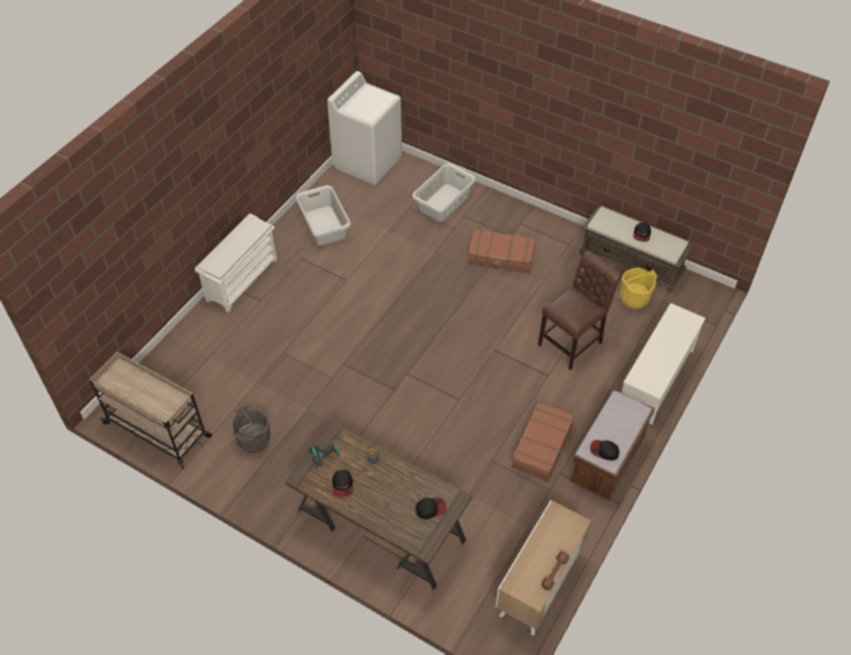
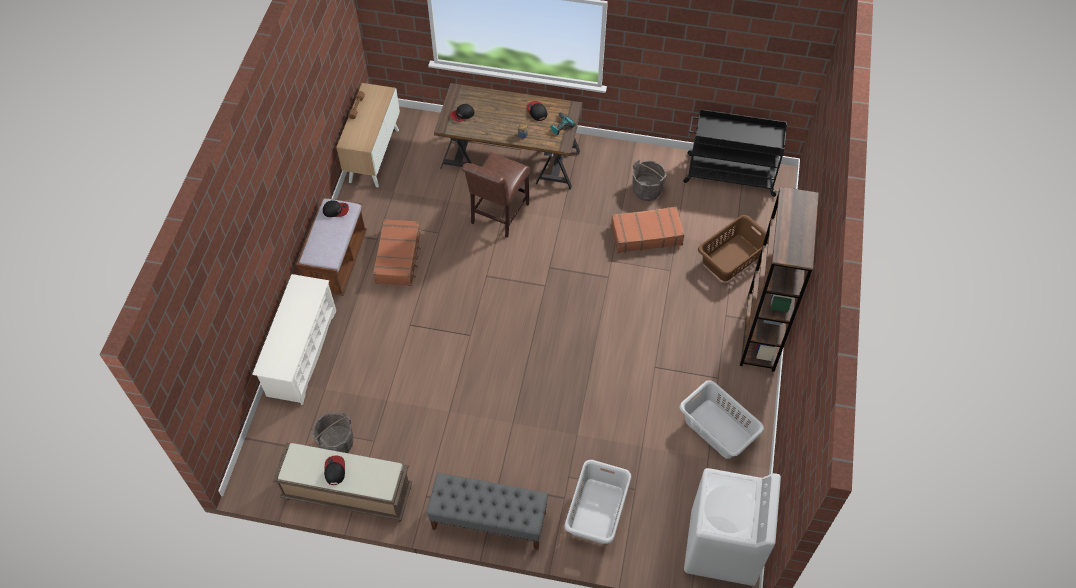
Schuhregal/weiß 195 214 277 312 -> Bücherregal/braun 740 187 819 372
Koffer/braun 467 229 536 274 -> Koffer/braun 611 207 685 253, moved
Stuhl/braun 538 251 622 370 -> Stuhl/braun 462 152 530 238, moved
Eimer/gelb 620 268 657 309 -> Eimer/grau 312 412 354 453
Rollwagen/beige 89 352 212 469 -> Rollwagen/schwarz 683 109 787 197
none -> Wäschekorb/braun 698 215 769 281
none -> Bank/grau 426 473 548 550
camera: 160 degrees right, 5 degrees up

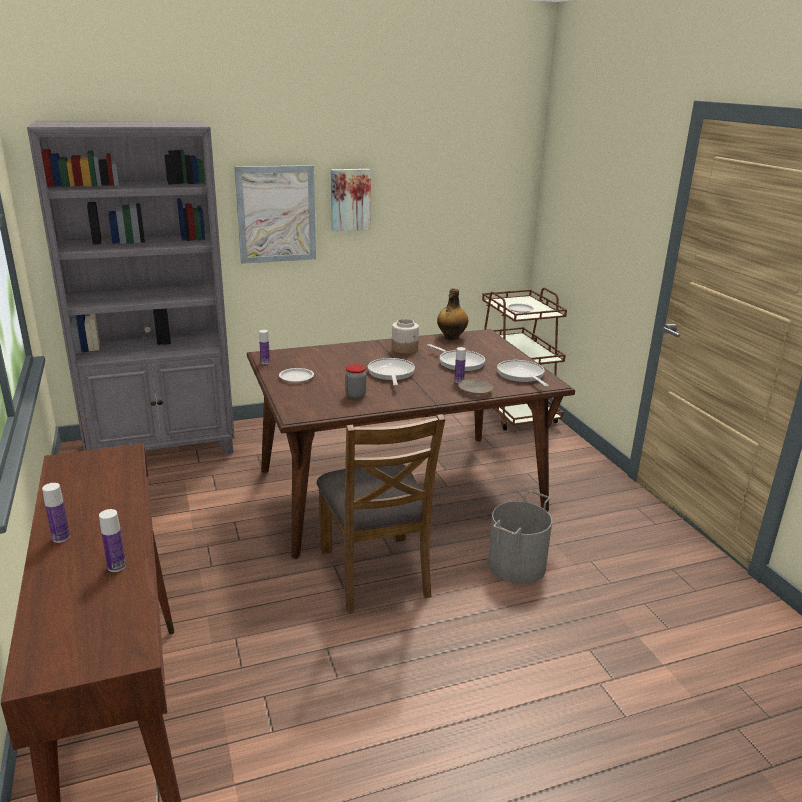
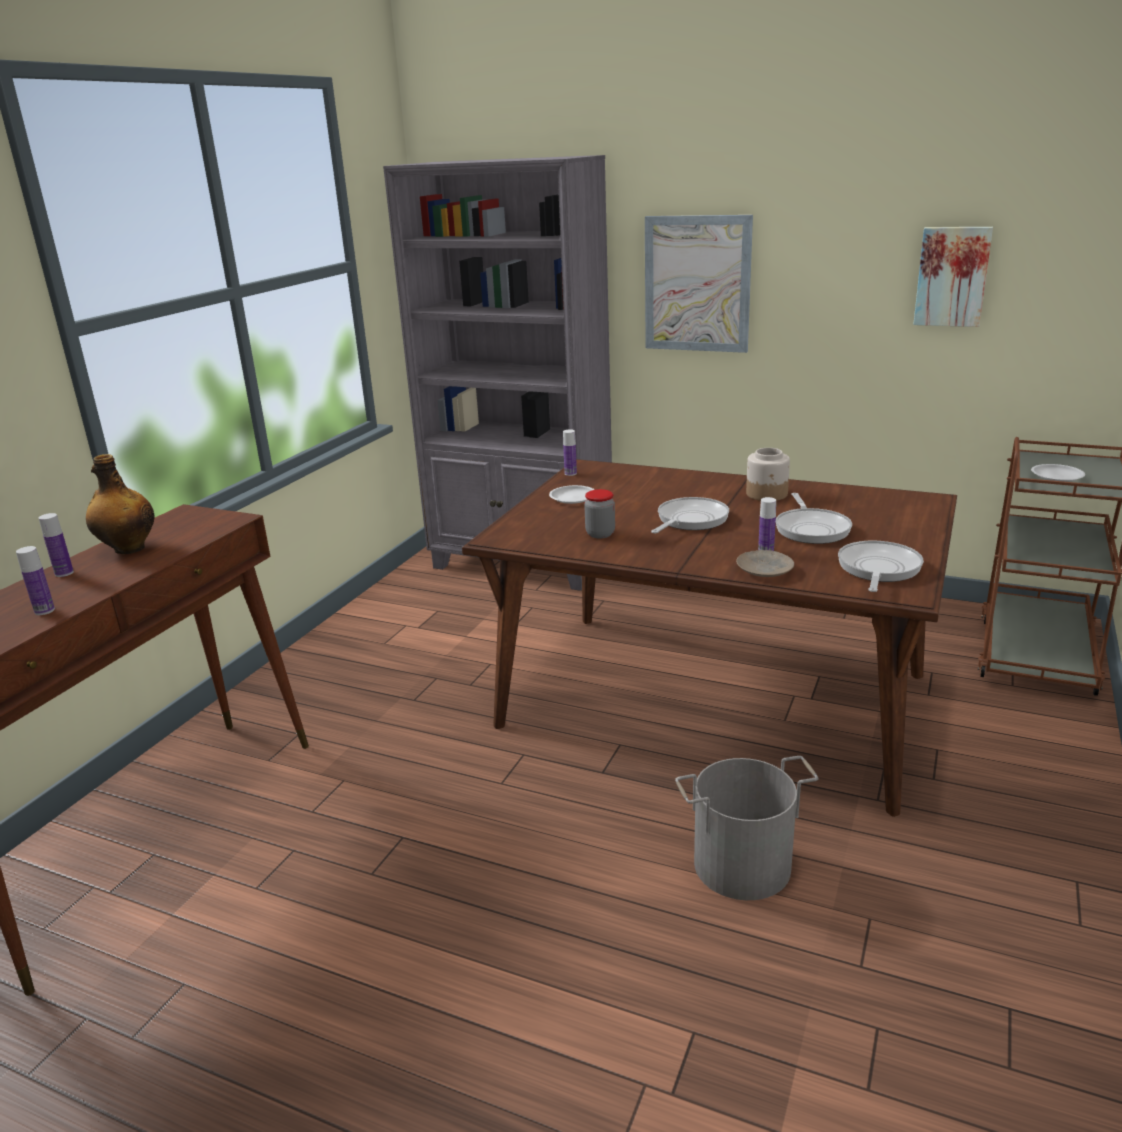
Bild 331 169 371 232 -> Bild 913 227 993 327, moved
Flasche 437 289 468 340 -> Flasche 86 454 154 554, moved
Stuhl/braun 317 414 445 613 -> none
camera: 45 degrees right, 0 degrees up

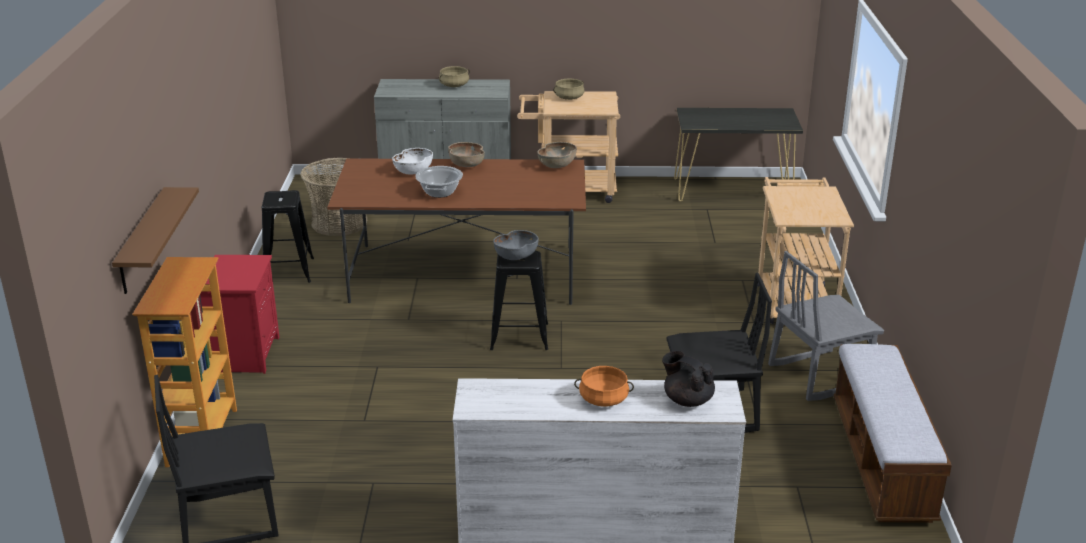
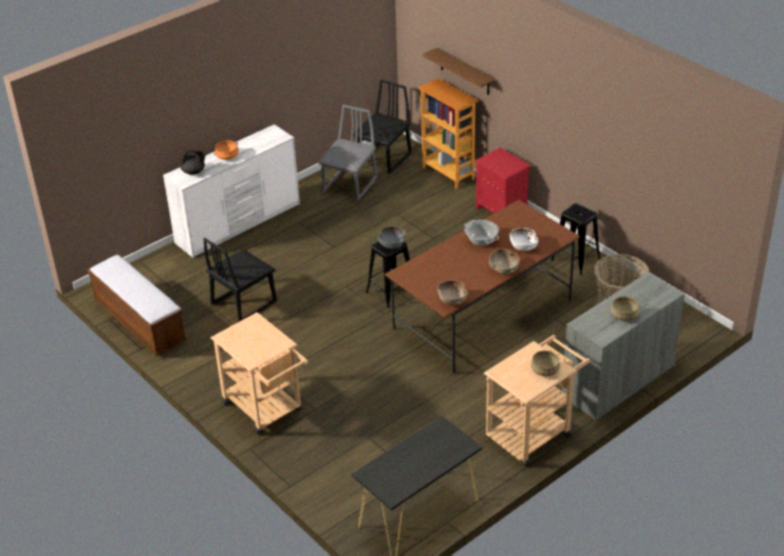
Stuhl/grau 768 251 884 401 -> Stuhl/grau 318 105 378 201, moved
camera: 140 degrees right, 10 degrees up

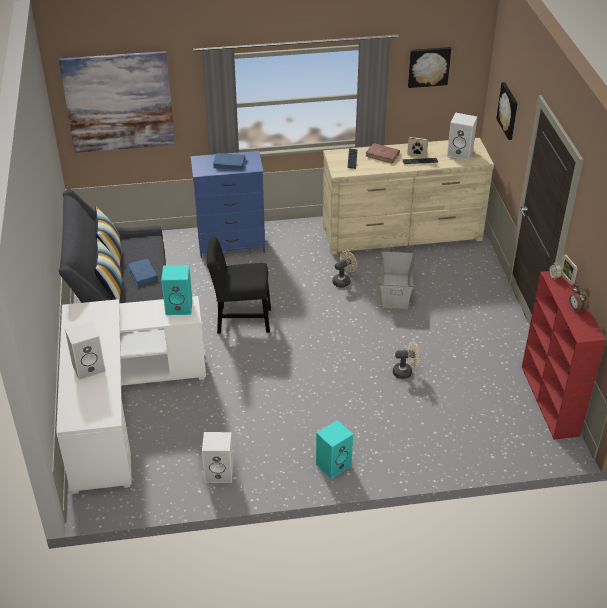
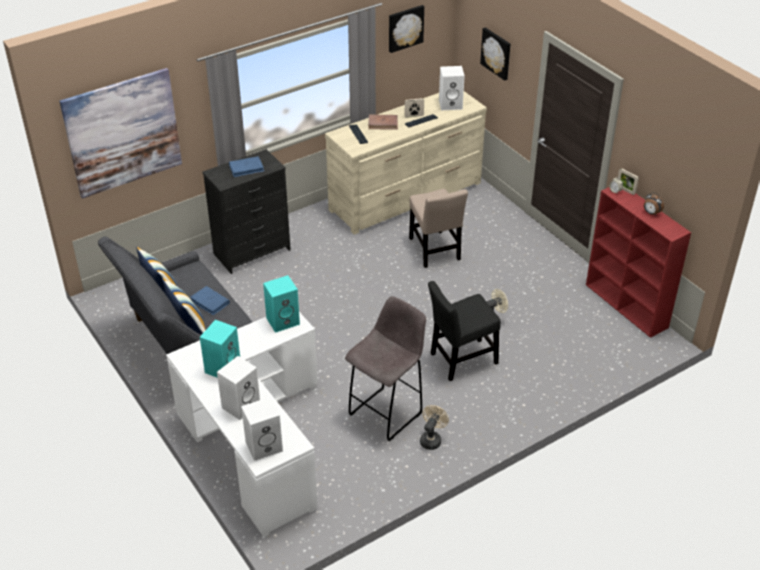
Kommode/blau 191 151 265 258 -> Kommode/schwarz 202 149 291 274
Stuhl/schwarz 207 236 271 333 -> Stuhl/schwarz 428 281 501 381, moved
Ventilator/beige 333 250 357 288 -> Ventilator/beige 420 405 449 450, moved
Aufbewahrungsbox/grau 379 251 414 309 -> Stuhl/beige 409 189 468 268
Lautsprecher/türkis 316 420 353 479 -> Lautsprecher/türkis 200 320 240 378, moved
Lautsprecher/weiß 202 432 234 483 -> Lautsprecher/weiß 241 397 283 461, moved
none -> Hocker/grau 345 296 426 442
camera: 25 degrees left, 0 degrees up

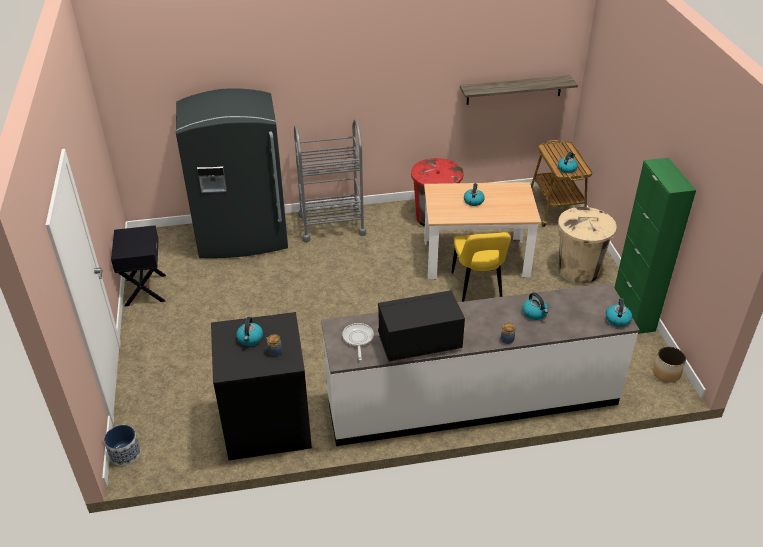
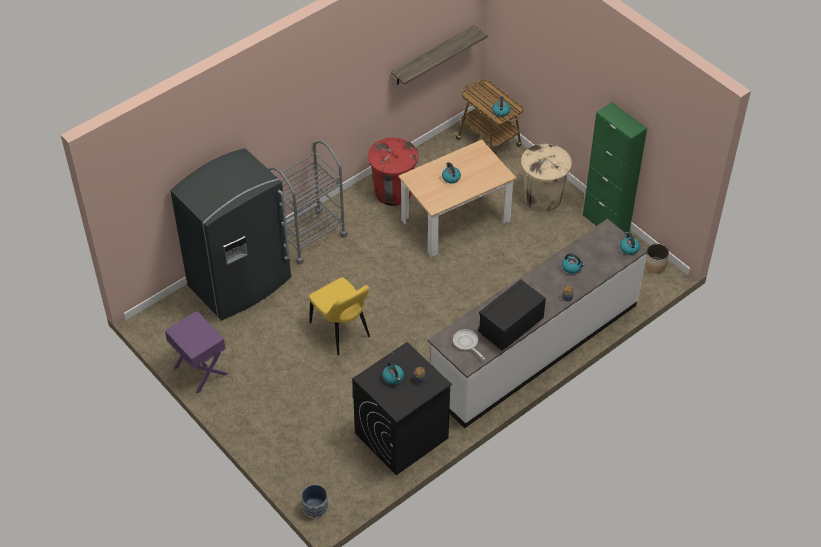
Nachttisch/schwarz 111 225 166 307 -> Nachttisch/lila 165 311 228 393
Stuhl/gelb 452 232 511 302 -> Stuhl/gelb 309 277 370 355, moved
camera: 30 degrees left, 10 degrees up

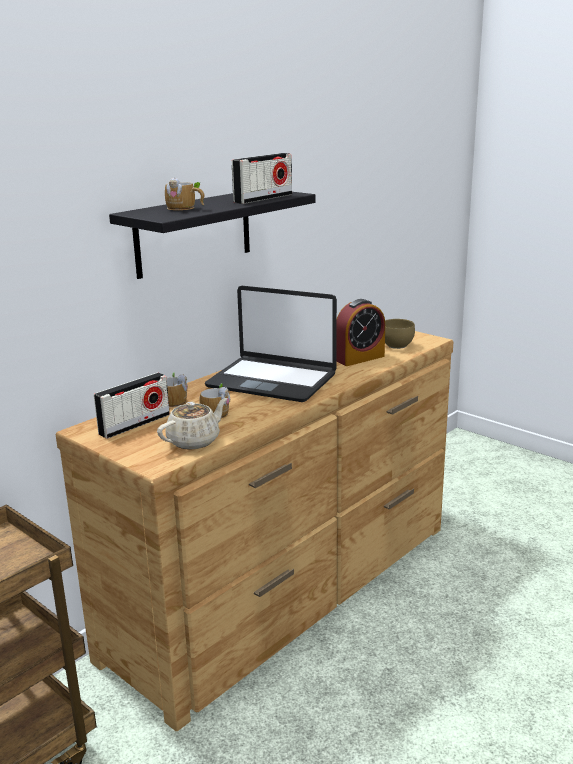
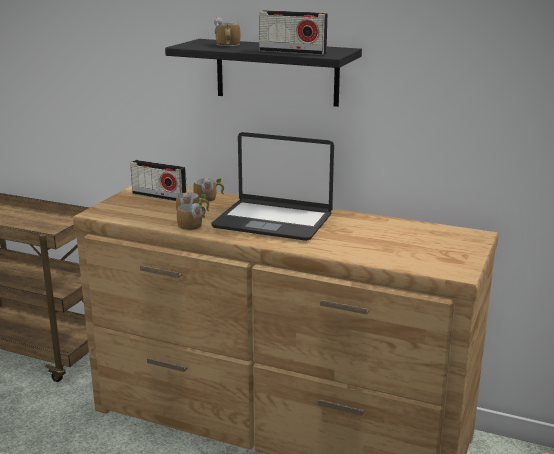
Laptop 205 286 337 402 -> Laptop 211 132 334 241, 75 degrees counterclockwise
Wecker 336 299 385 366 -> none
Schüssel/braun 385 319 415 349 -> none
Teekanne/beige 157 398 227 450 -> none
none -> Henkelbecher 177 201 206 230
camera: 70 degrees right, 0 degrees up

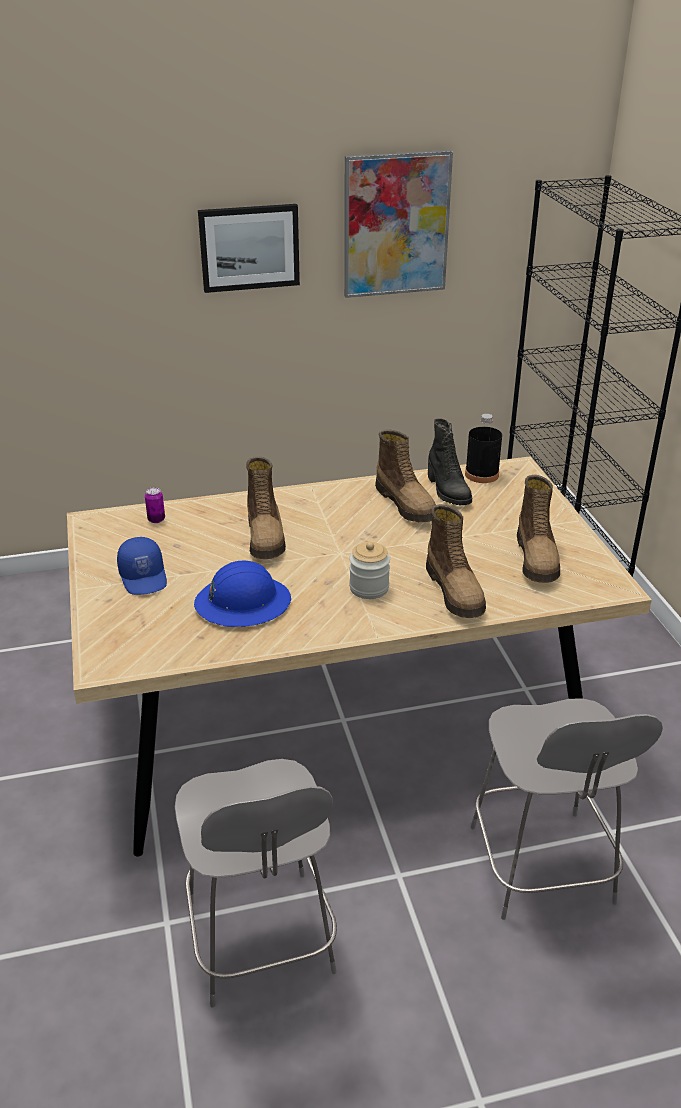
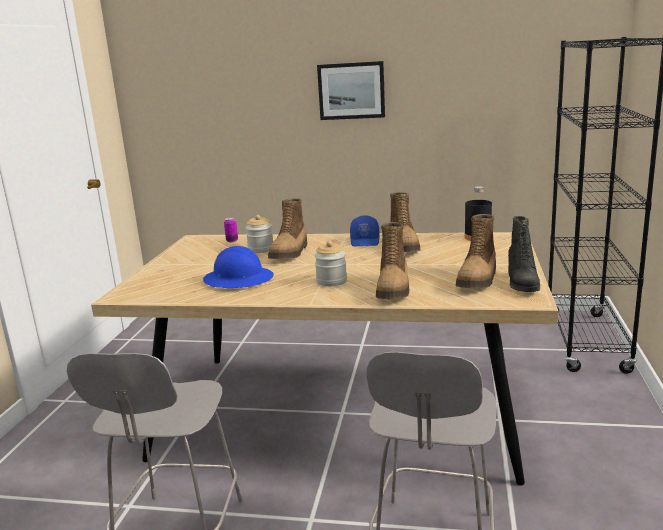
Bild 344 150 453 298 -> none
Stiefel/schwarz 428 418 472 506 -> Stiefel/schwarz 508 216 540 292, moved
Kappe/blau 117 537 167 595 -> Kappe/blau 350 215 380 247, moved
none -> Vorratsglas 245 215 273 253
camera: 25 degrees right, 15 degrees down

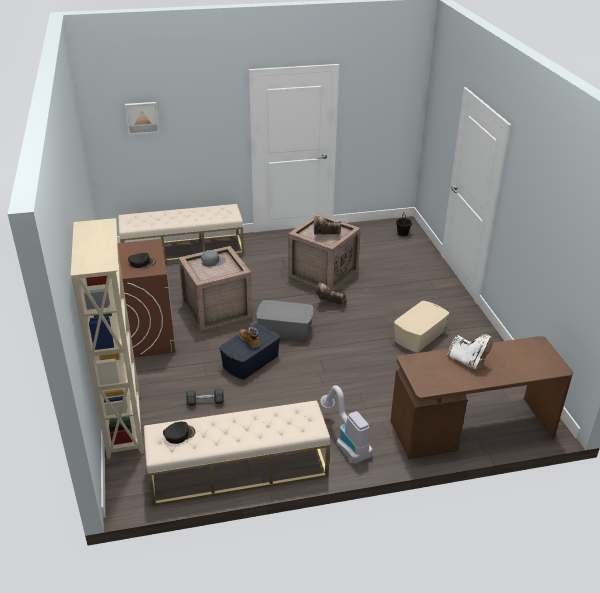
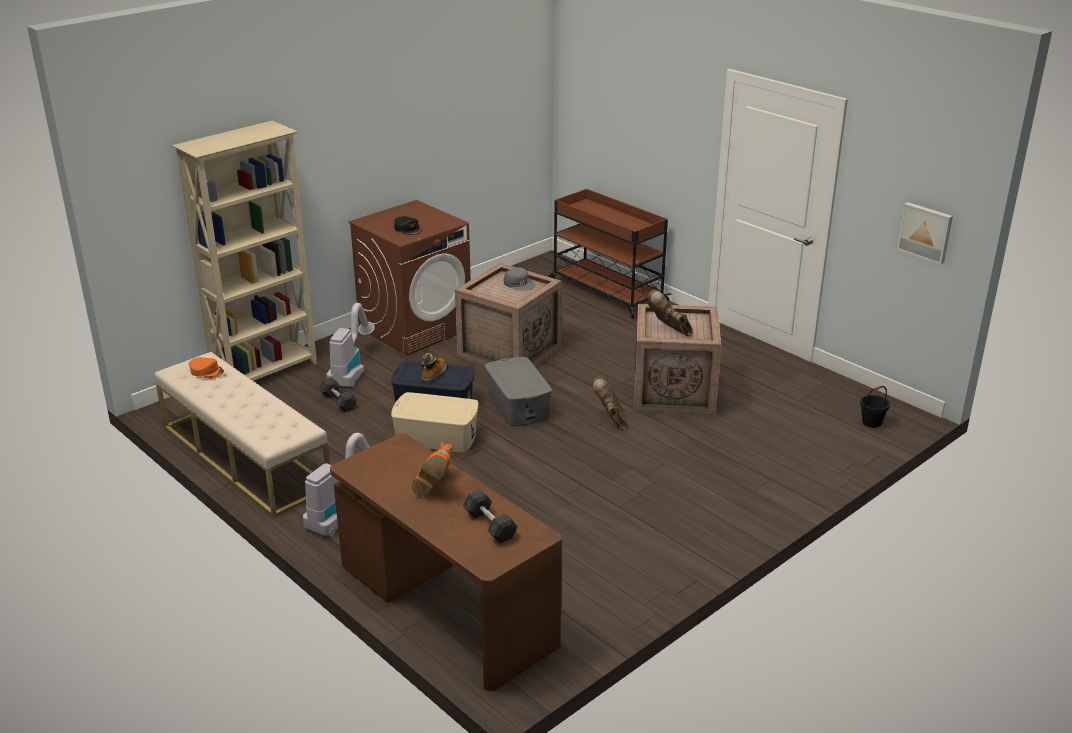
Bild 125 102 159 135 -> Bild 897 202 953 265, moved
Bank/beige 118 204 244 262 -> Rollwagen/braun 548 189 671 319
Aufbewahrungsbox/beige 394 301 449 353 -> Aufbewahrungsbox/beige 391 392 478 453, moved
Stiefel/weiß 447 334 493 370 -> Stiefel/orange 412 442 452 496
Kappe/schwarz 163 421 195 444 -> Kappe/orange 189 357 224 379
none -> Staubsauger 327 303 375 387
none -> Hantel/grau 463 489 518 544
camera: 60 degrees right, 5 degrees down

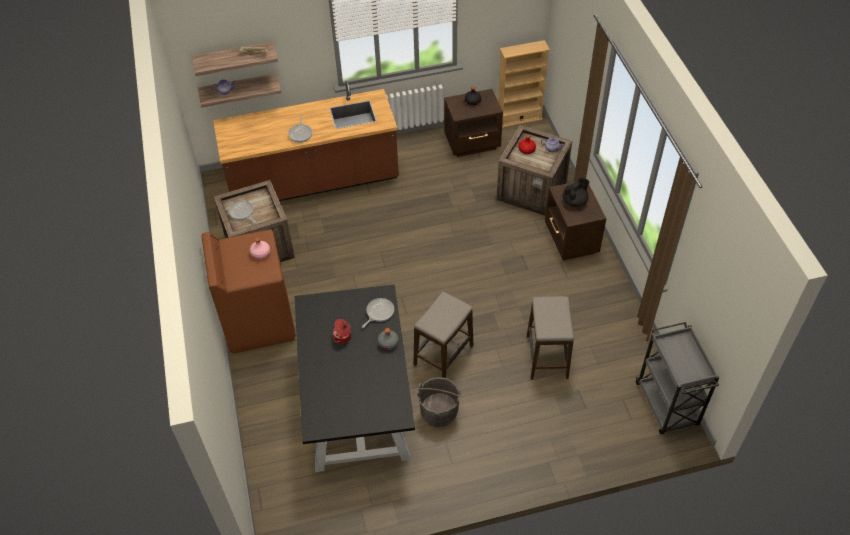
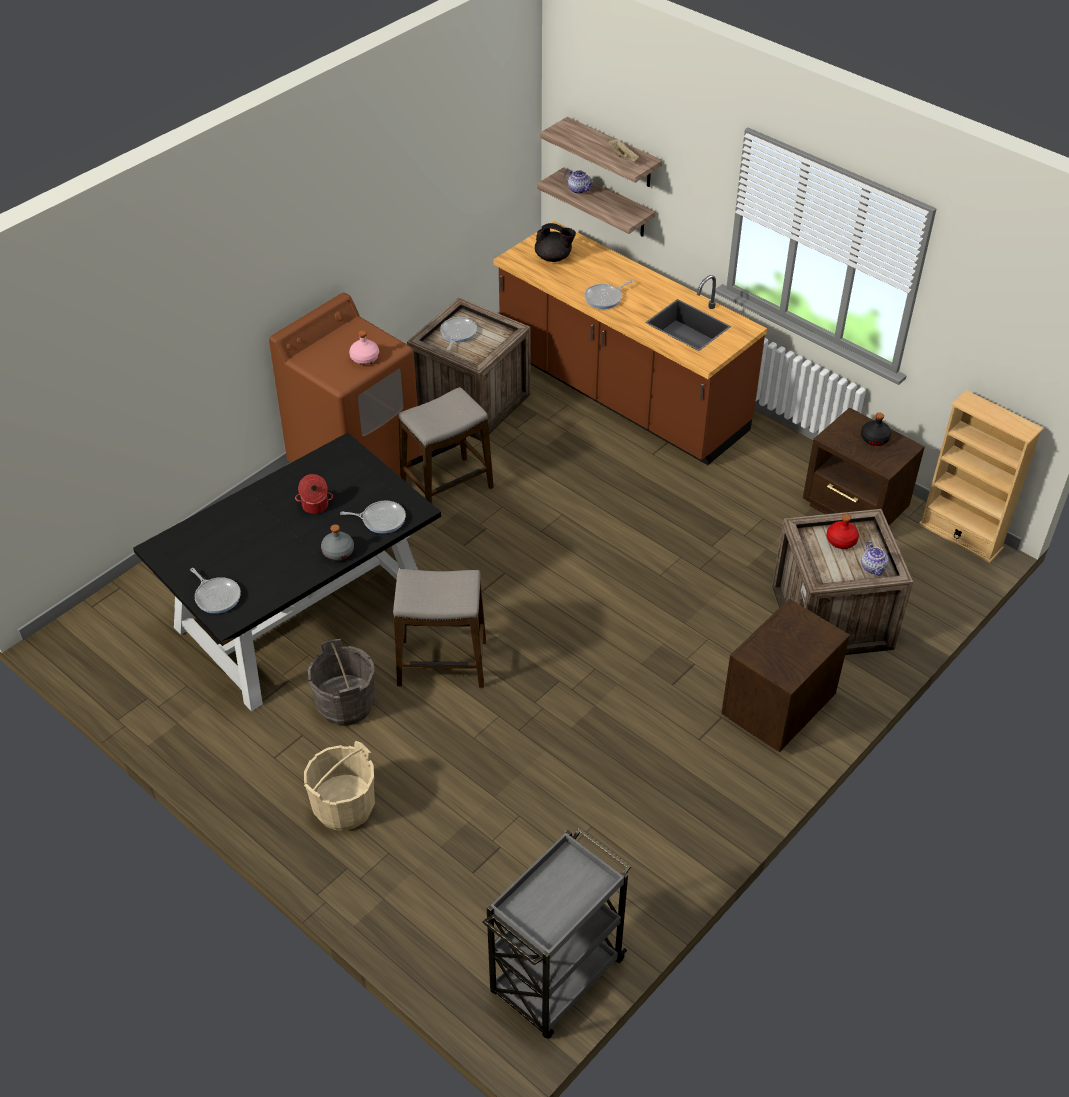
Teekanne/schwarz 563 178 589 207 -> Teekanne/schwarz 535 223 576 262, moved
Hocker 527 296 574 380 -> Hocker 399 387 494 504, moved
none -> Pfanne 190 568 241 614
none -> Eimer/beige 304 741 375 831
camera: 55 degrees right, 5 degrees down

